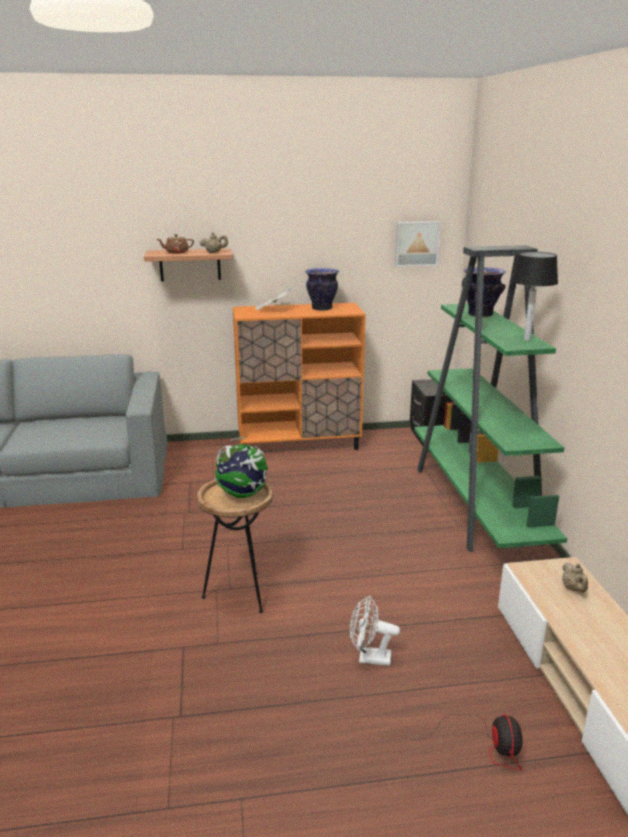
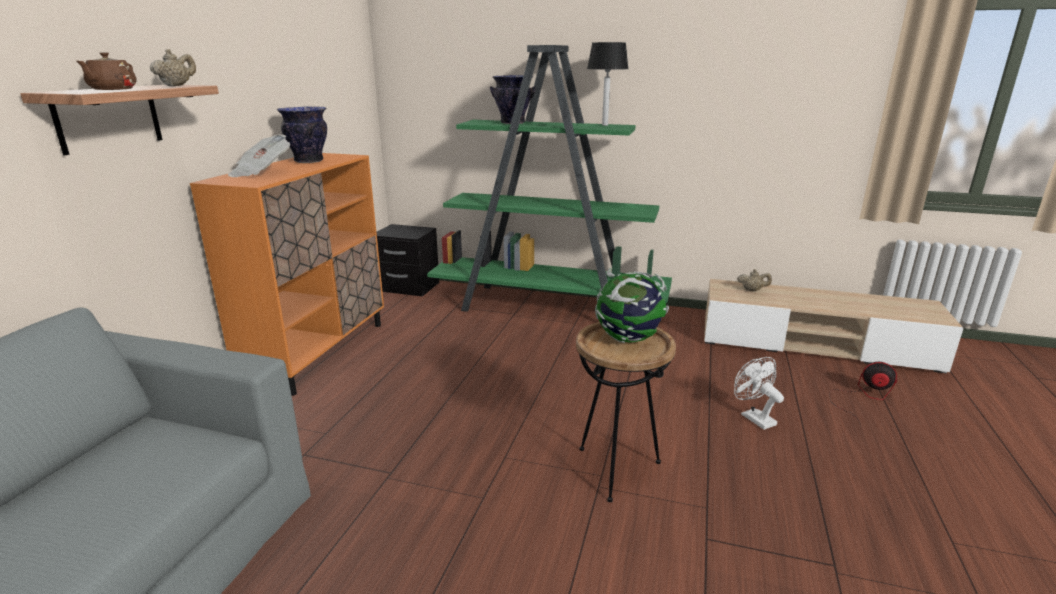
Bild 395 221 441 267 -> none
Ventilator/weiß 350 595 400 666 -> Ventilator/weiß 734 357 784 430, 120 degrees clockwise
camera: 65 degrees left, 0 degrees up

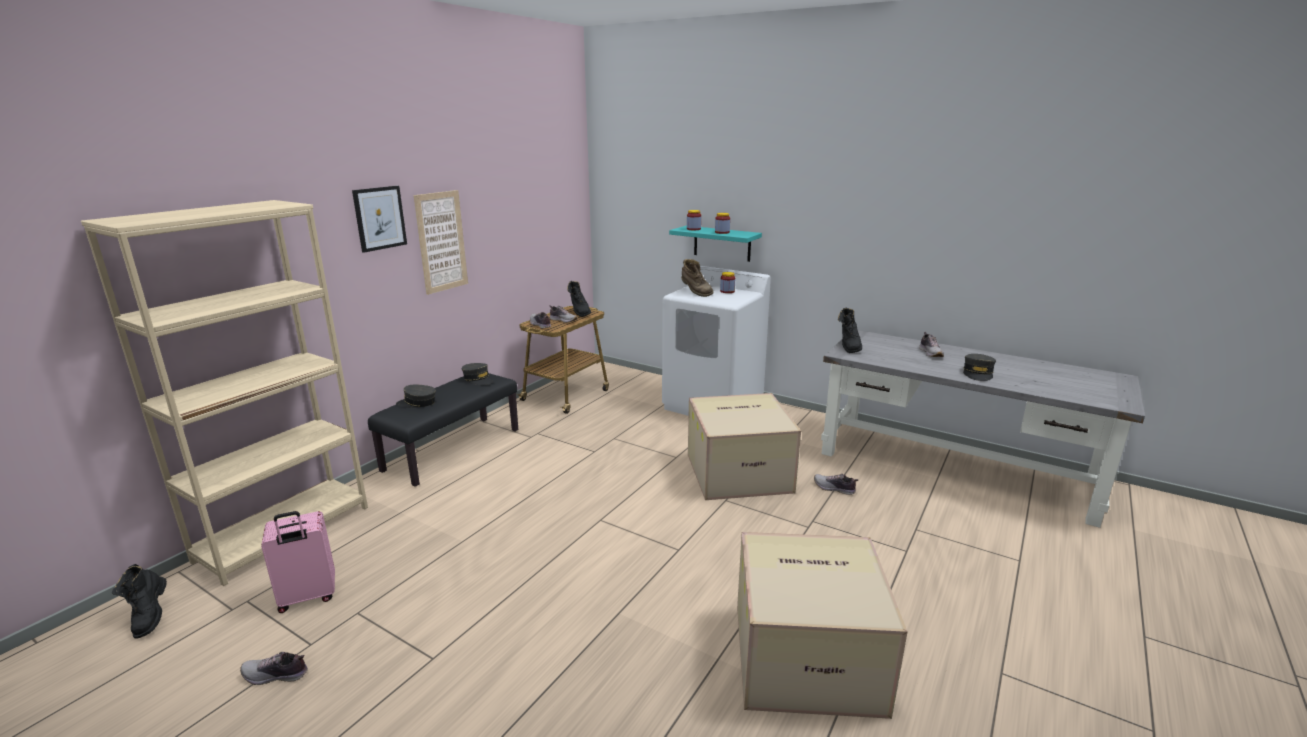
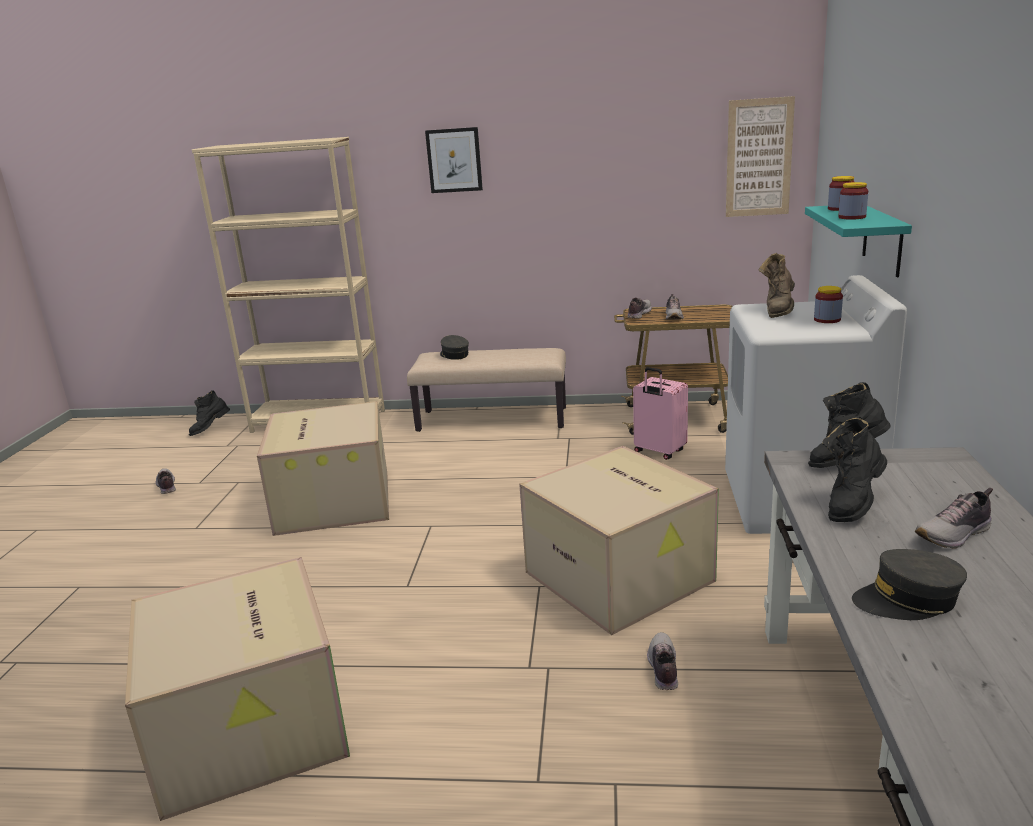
Bild 414 190 468 295 -> Bild 726 96 795 217, moved
Stiefel/schwarz 567 281 591 317 -> Stiefel/schwarz 822 416 887 522, moved
Kappe/grau 462 363 493 385 -> none
Bank/schwarz 368 373 518 487 -> Bank/beige 407 348 566 432
Koffer/rosa 261 511 335 613 -> Koffer/rosa 633 367 688 460, moved
none -> Karton 257 401 389 536
camera: 65 degrees right, 0 degrees up

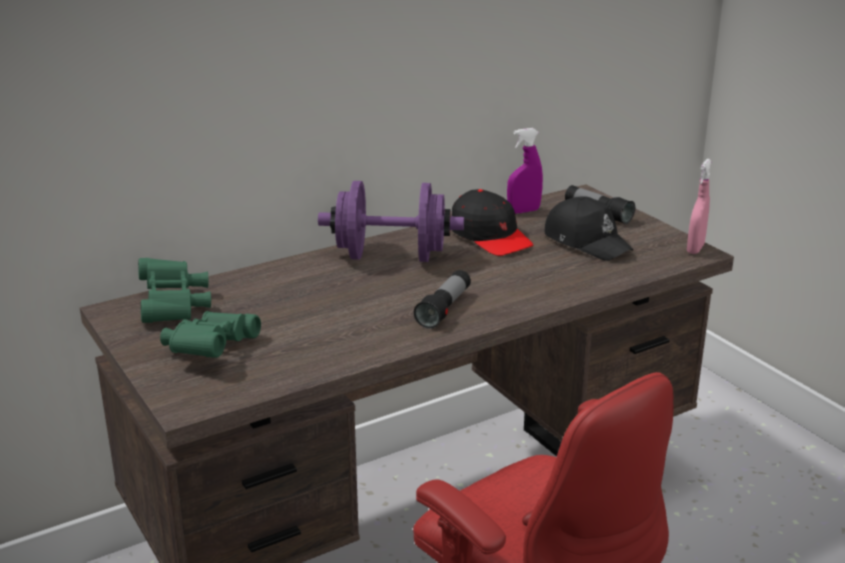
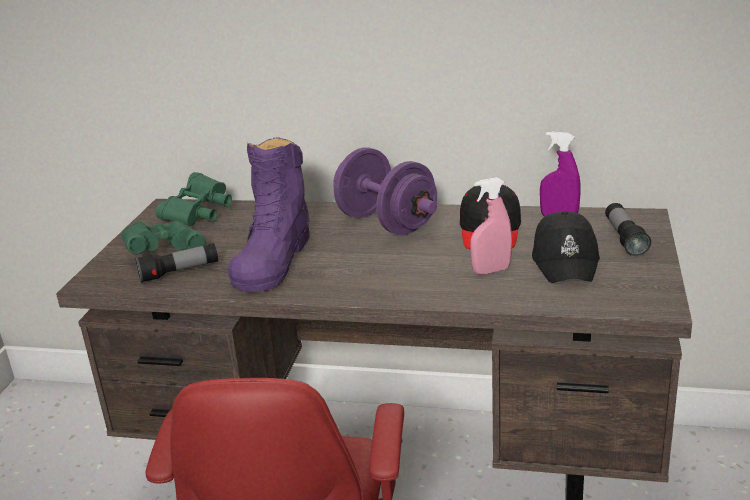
Sprühflasche/rosa 687 159 712 254 -> Sprühflasche/rosa 470 177 512 275, moved
Taschenlampe 414 270 471 329 -> Taschenlampe 135 243 218 283, moved
none -> Stiefel/lila 228 137 310 292
camera: 45 degrees right, 0 degrees up

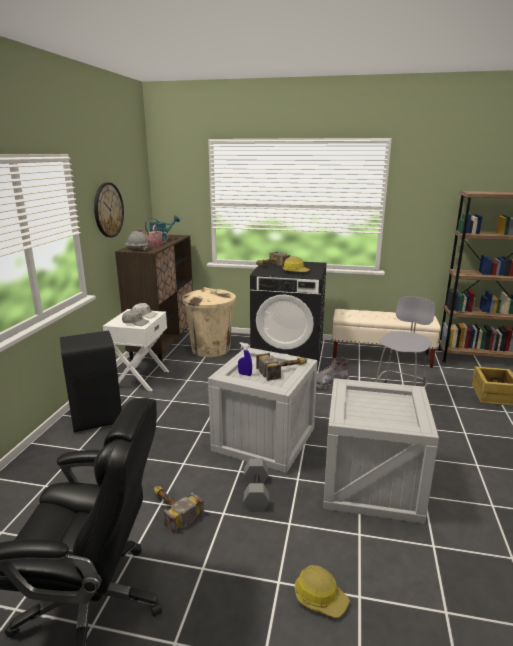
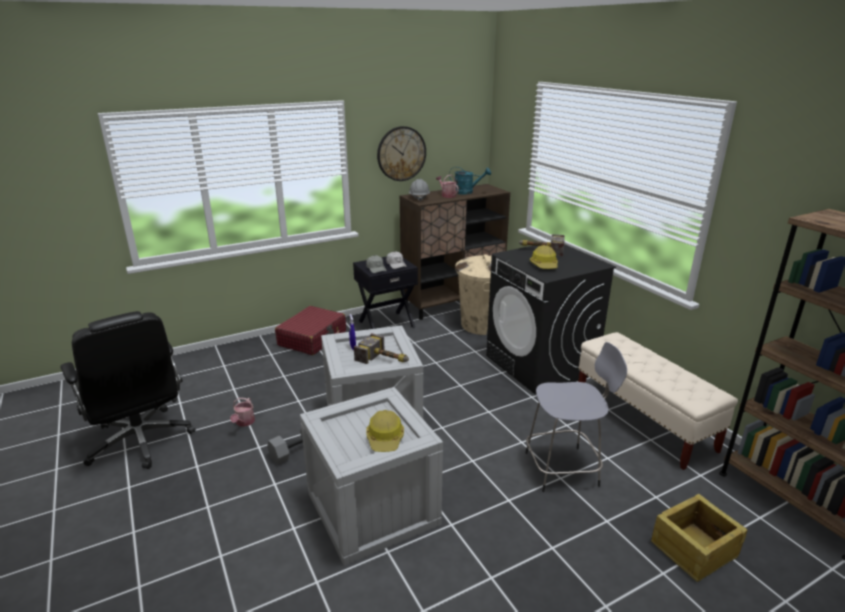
Nachttisch/weiß 103 309 169 391 -> Nachttisch/schwarz 353 256 418 329
Mülleimer/schwarz 60 331 122 432 -> Koffer/rot 275 306 346 355
Stiefel/grau 316 357 350 389 -> none
Hammer 153 486 204 534 -> Gießkanne 230 398 255 427
Schutzhelm 294 565 350 618 -> Schutzhelm 366 410 404 452, moved
camera: 50 degrees right, 5 degrees up

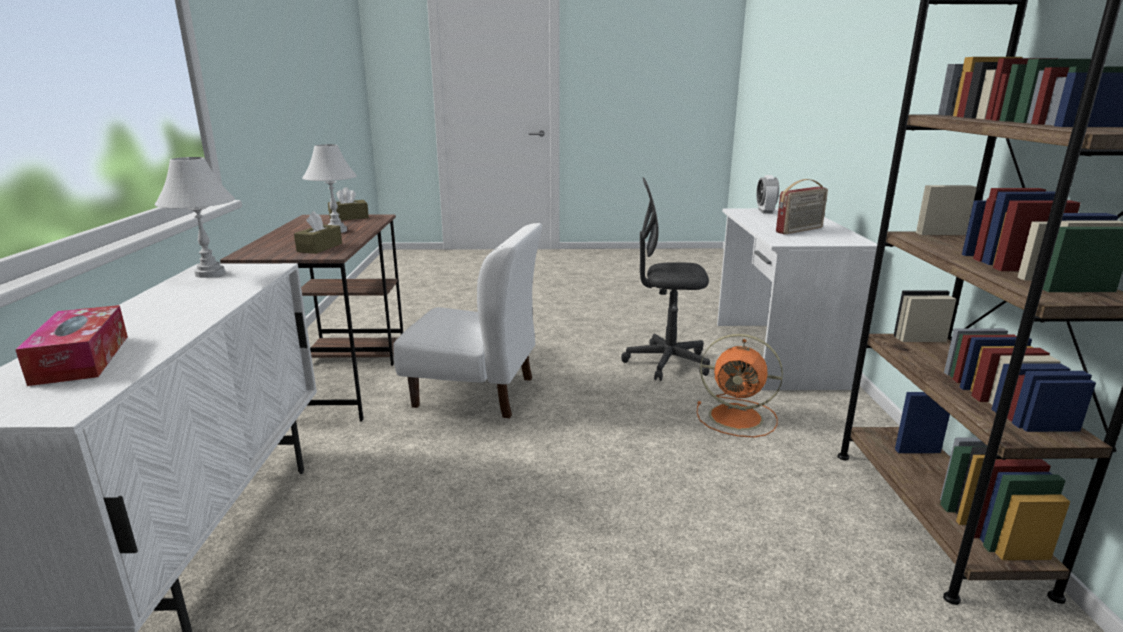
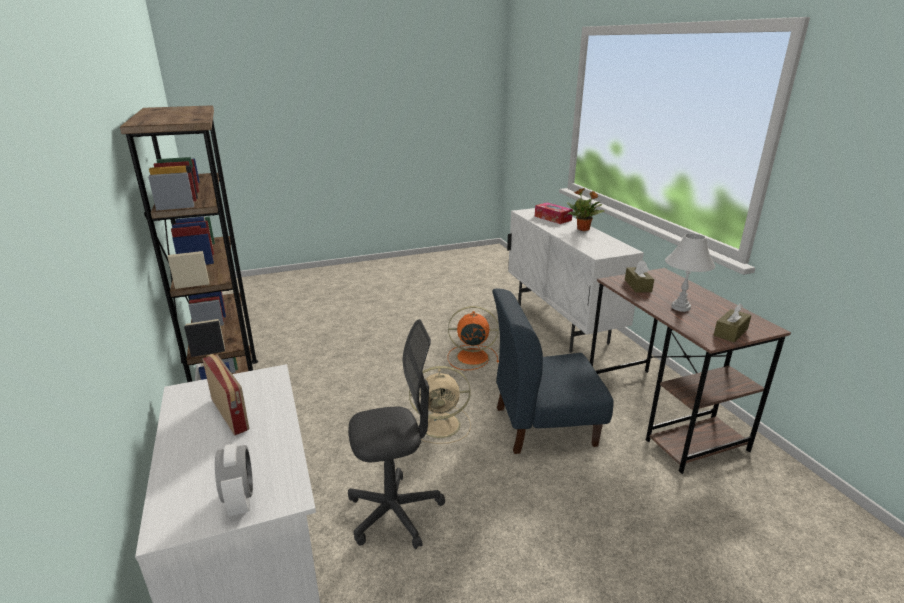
Tischlampe/weiß 155 157 235 278 -> none
Radio 776 179 828 234 -> Radio 202 354 249 435, 105 degrees clockwise
Stuhl/weiß 393 223 542 418 -> Stuhl/blau 493 289 614 454
Ventilator/orange 697 334 783 437 -> Ventilator/orange 448 306 499 370, moved
none -> Topfpflanze 567 188 605 231
none -> Ventilator/beige 409 366 471 444
camera: 160 degrees right, 5 degrees up

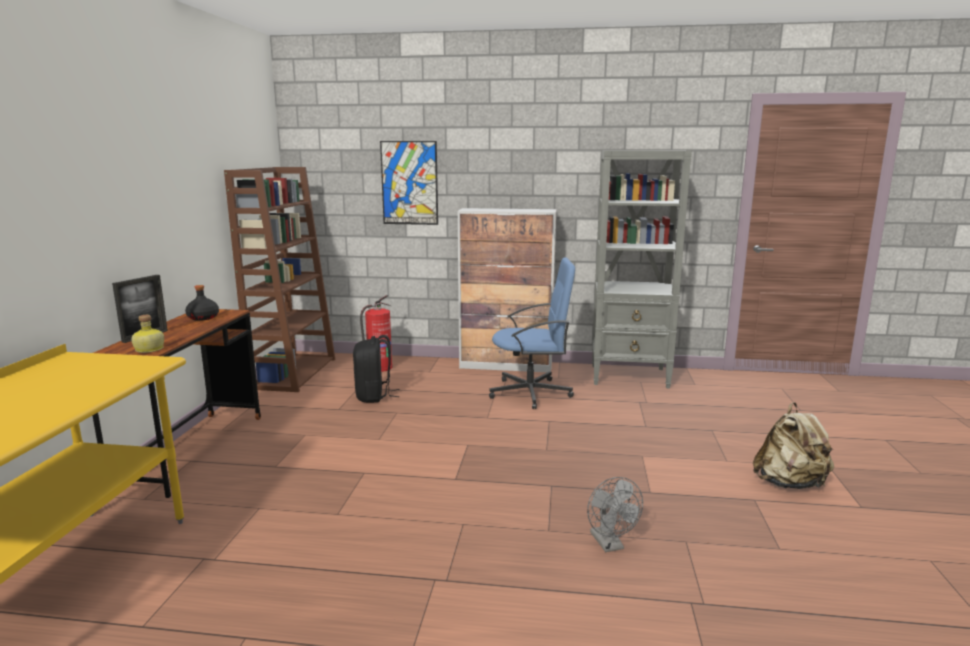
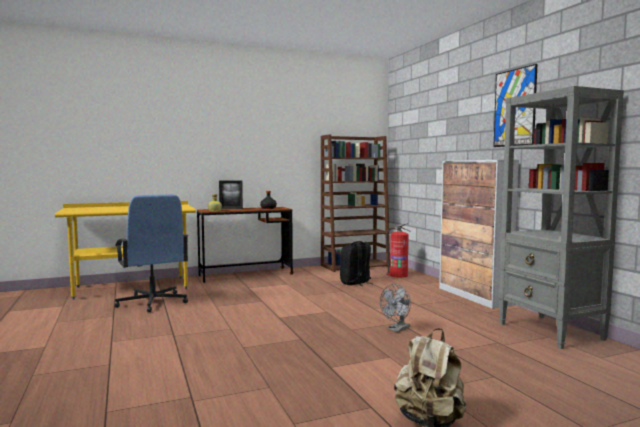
Bild 380 141 438 225 -> Bild 493 64 537 147, moved
Bürostuhl/blau 489 257 575 409 -> Bürostuhl/blau 115 194 188 312, moved
Ventilator/grau 587 477 643 552 -> Ventilator/grau 380 284 411 332, moved
camera: 60 degrees right, 10 degrees down

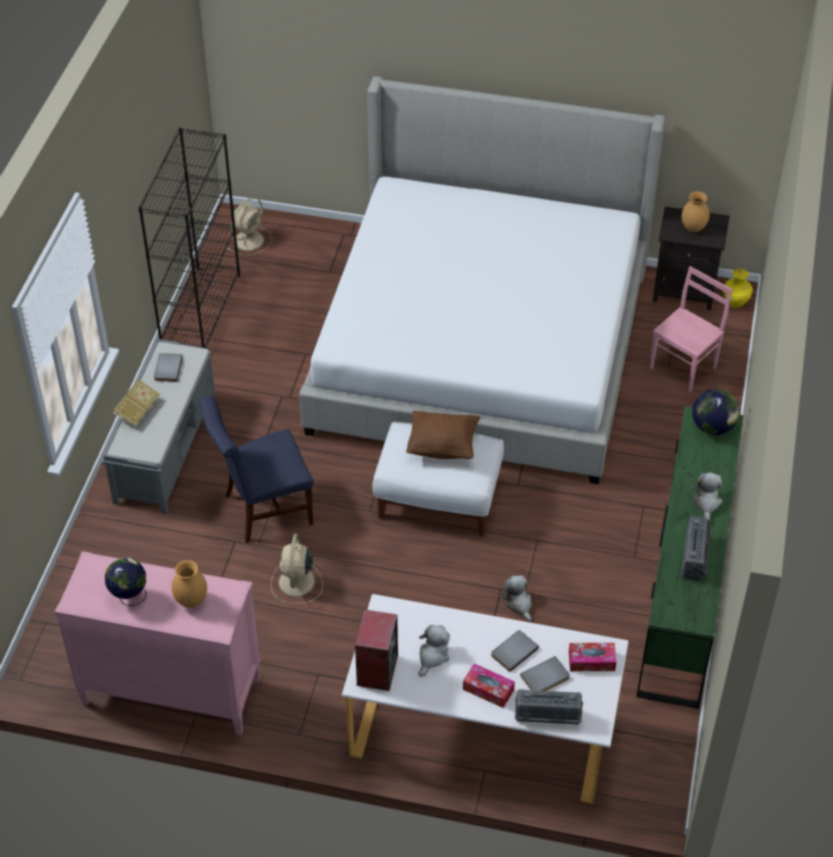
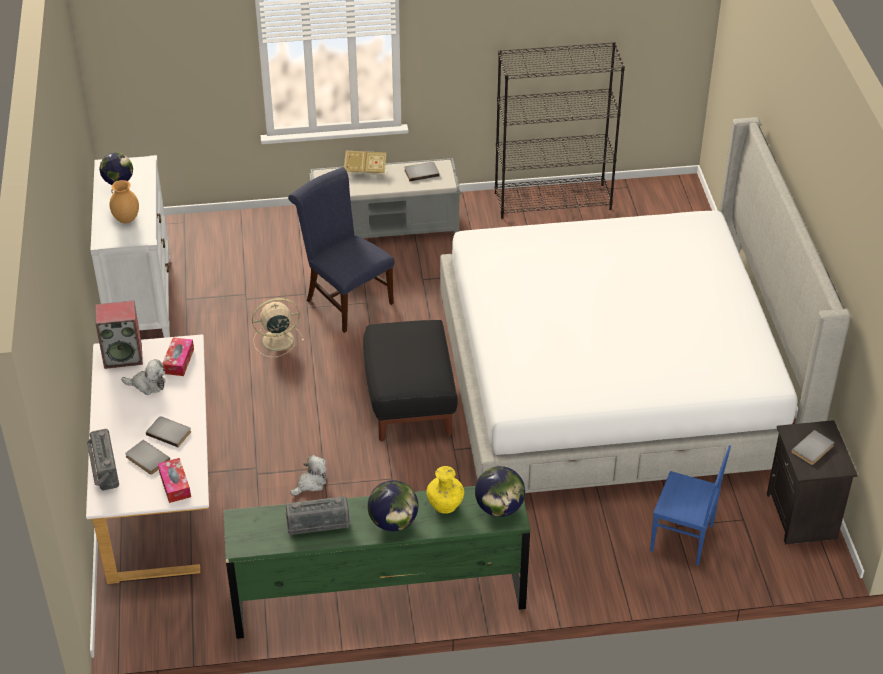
Vase/braun 682 191 710 232 -> Buch/grau 791 430 834 465
Ventilator/beige 227 197 272 255 -> none
Stuhl/rosa 650 266 732 392 -> Stuhl/blau 650 445 731 566
Vase/gelb 723 269 753 308 -> Vase/gelb 426 466 464 514, moved
Kissen/braun 406 411 480 459 -> none
Polsterhocker/weiß 372 422 504 537 -> Polsterhocker/schwarz 363 320 458 442
Plüschtier 692 472 722 521 -> Globus 368 480 418 531
Kommode/rosa 55 551 261 736 -> Kommode/weiß 90 155 170 338
Taschentuchbox 463 663 515 708 -> Taschentuchbox 163 338 194 376, moved
camera: 70 degrees right, 5 degrees down

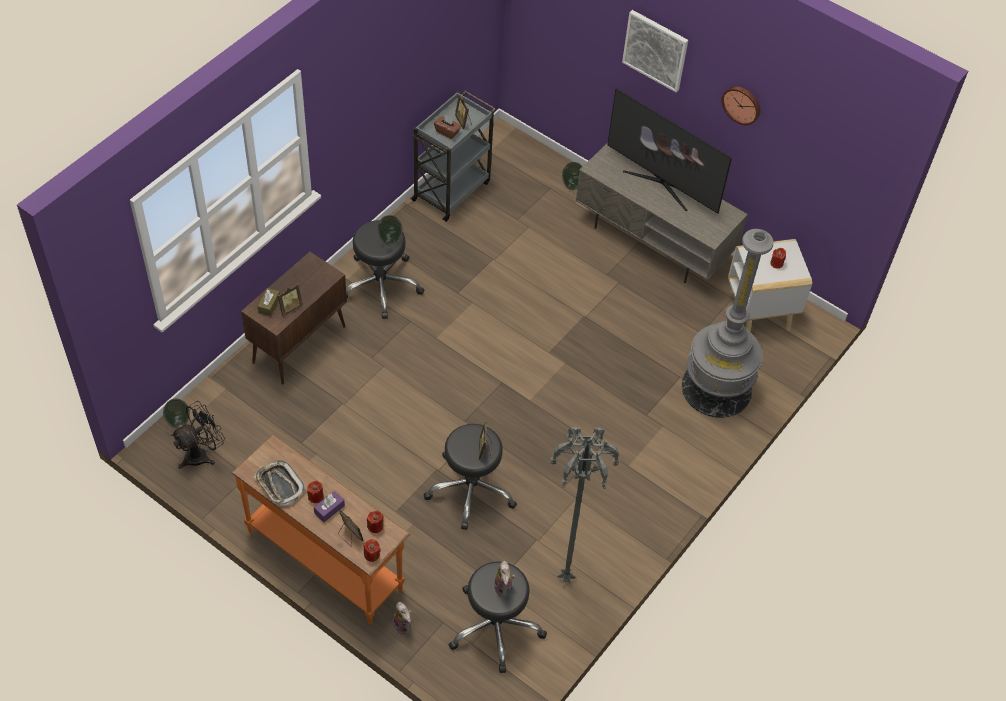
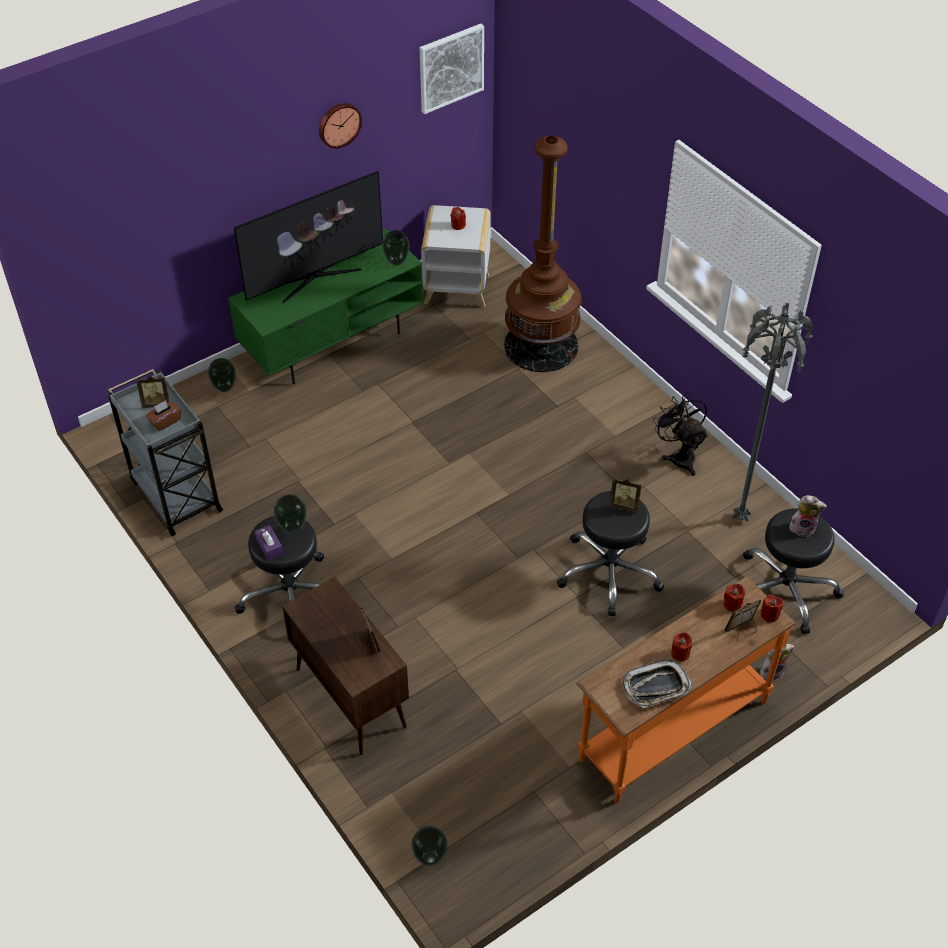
Bild 622 10 688 92 -> Bild 420 24 484 114, moved
Fernsehschrank/grau 576 143 748 283 -> Fernsehschrank/grün 228 228 424 385
Stehlampe/grau 682 229 773 418 -> Stehlampe/braun 504 135 582 372
Taschentuchbox/braun 258 288 280 316 -> none
Ventilator/schwarz 171 401 225 469 -> Ventilator/schwarz 653 392 708 476, moved
Taschentuchbox/lila 314 491 345 522 -> Taschentuchbox/lila 255 525 283 560, moved
none -> Vase 382 230 410 266
camera: 70 degrees left, 5 degrees down

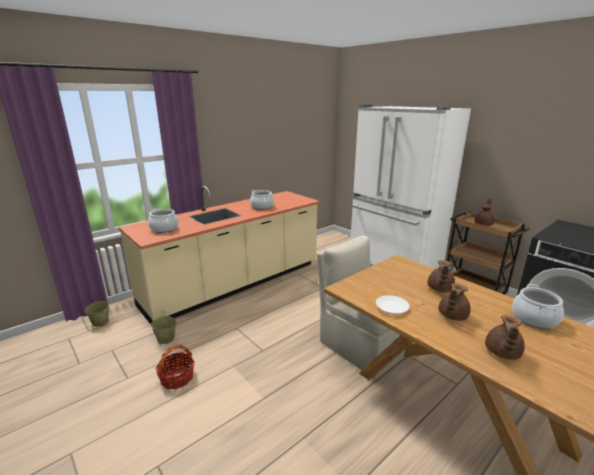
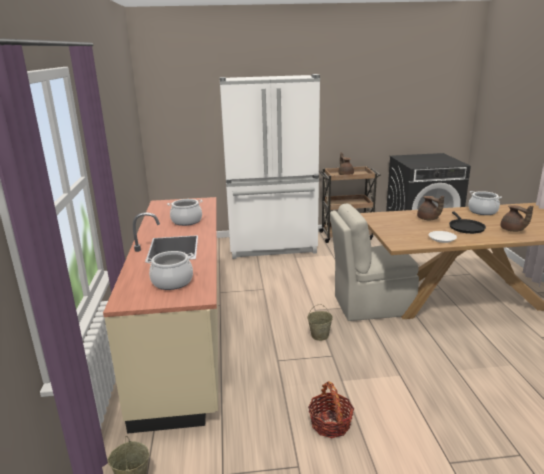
Teekanne/braun 438 283 471 321 -> Pfanne/schwarz 449 212 486 234
Eimer/beige 151 311 177 344 -> Eimer/beige 307 304 333 341, moved
camera: 55 degrees left, 0 degrees up

